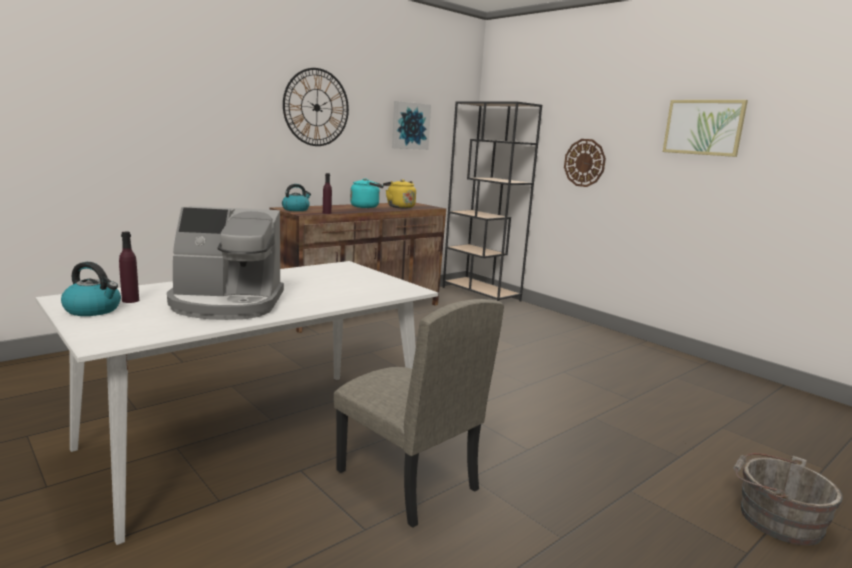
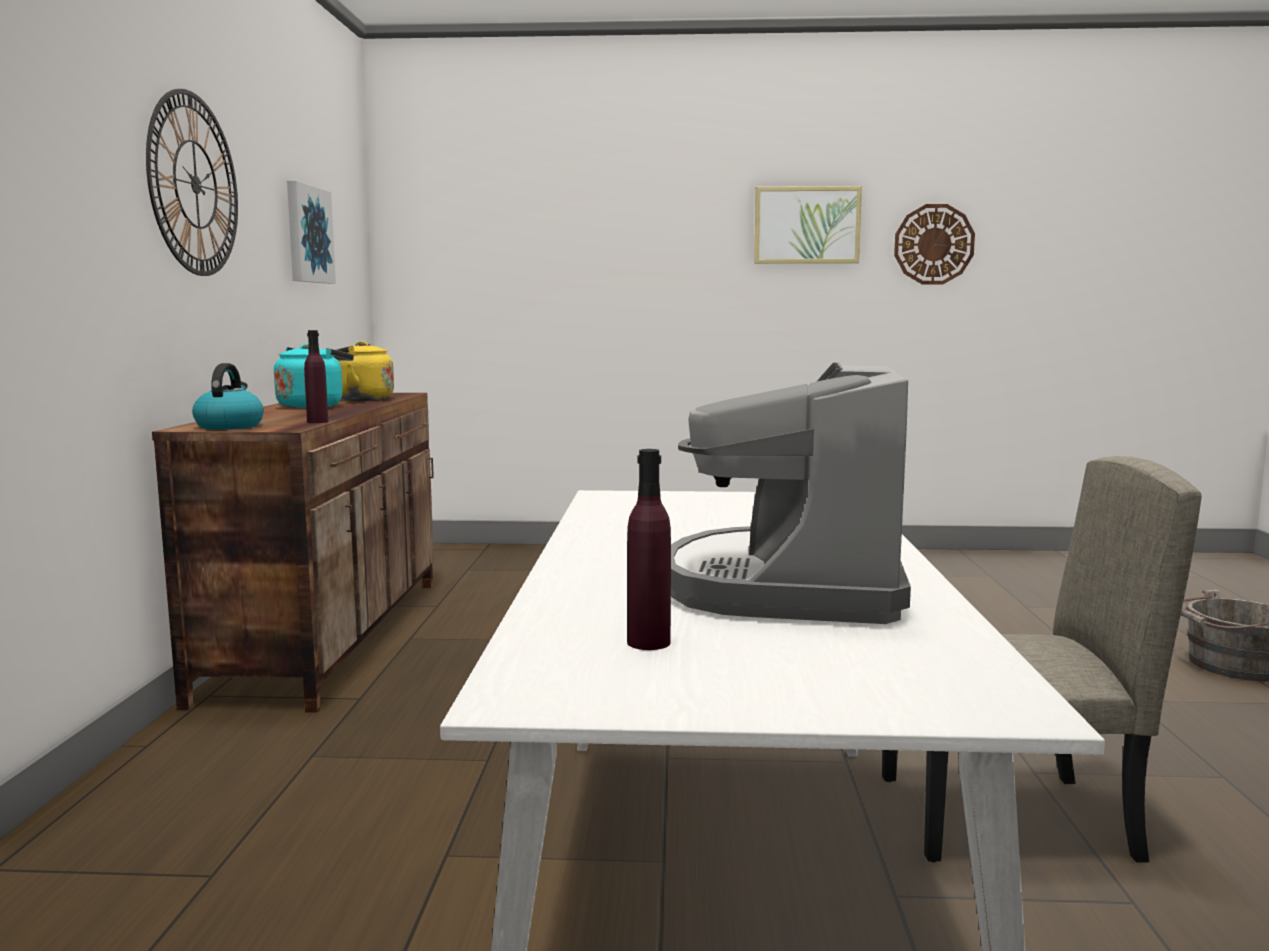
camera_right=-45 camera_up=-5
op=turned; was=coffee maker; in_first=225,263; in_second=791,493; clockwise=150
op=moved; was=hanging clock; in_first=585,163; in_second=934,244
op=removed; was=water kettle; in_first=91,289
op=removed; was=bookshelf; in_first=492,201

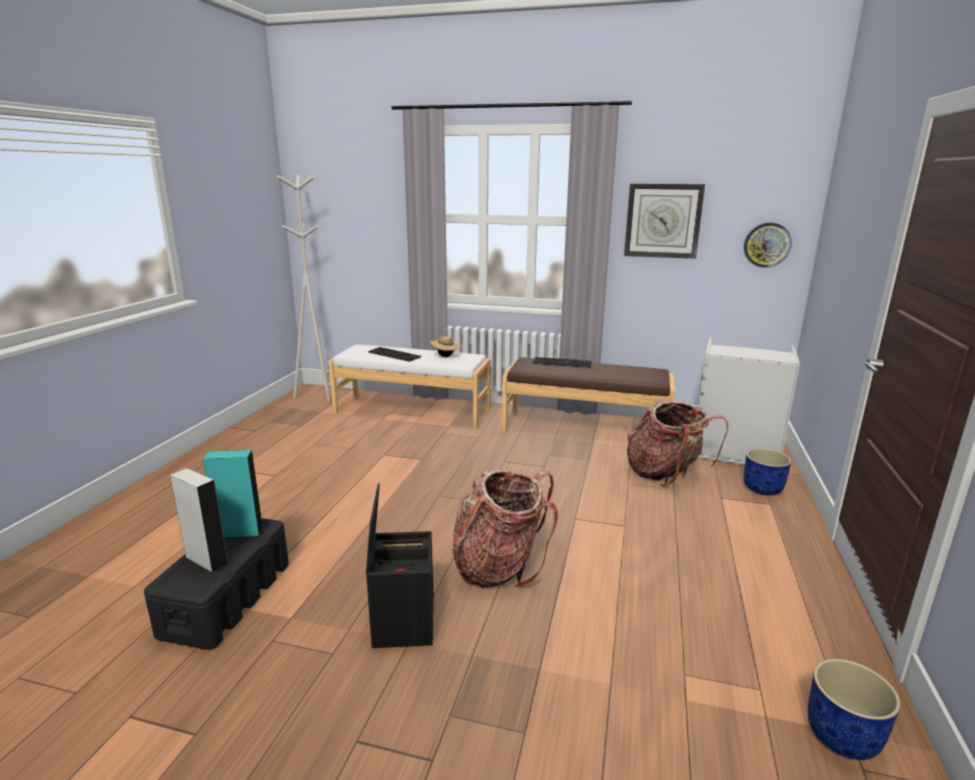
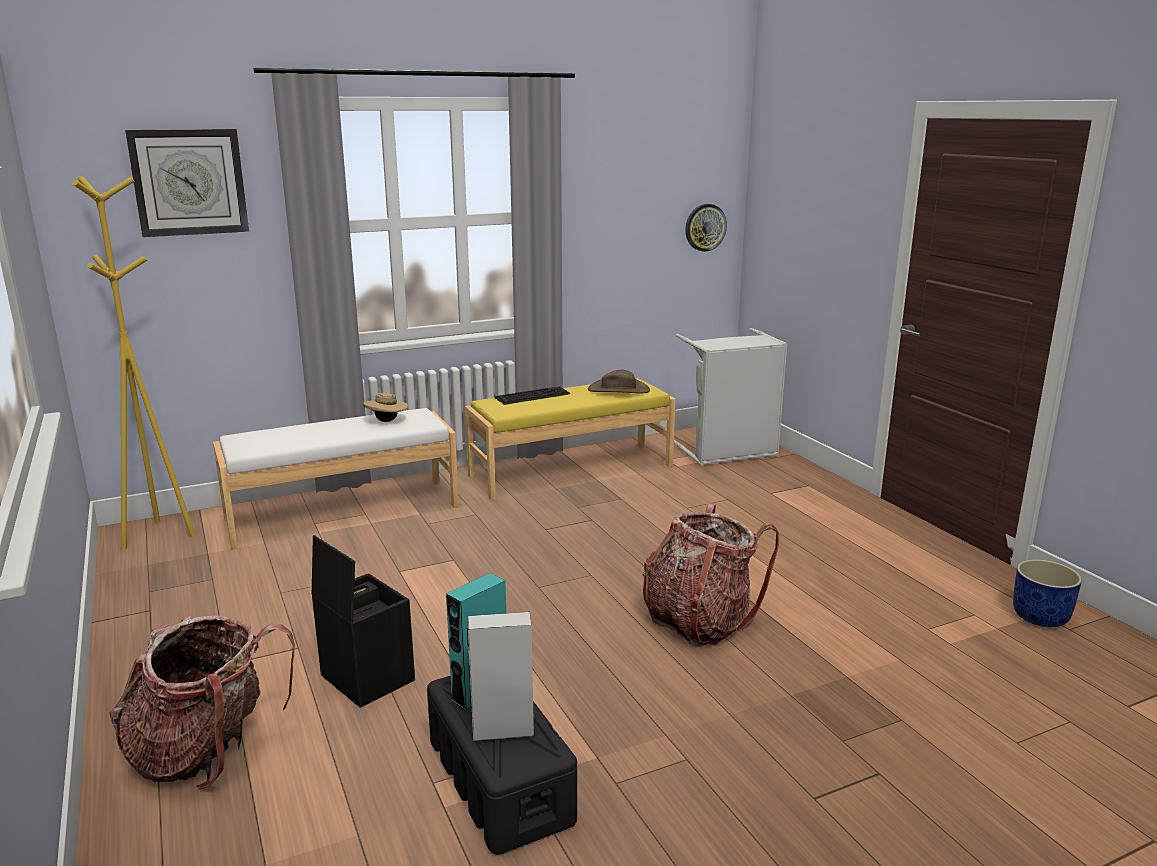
camera_right=-40 camera_up=0
op=recoloured; was=greyish garment stand; now=yellow-coloured garment stand; in_first=304,288; in_second=134,362
op=moved; was=backpack; in_first=677,442; in_second=202,703
op=moved; was=hanging clock; in_first=664,221; in_second=187,183
op=moved; was=blackish storage box; in_first=400,566; in_second=363,621
op=recoloured; was=brown-coloured long seat; now=yellow-coloured long seat; in_first=588,394; in_second=570,439
op=added; now=brown-coloured hat; in_second=619,381
op=removed; was=keyboard; in_first=394,354
op=removed; was=blue flower pot; in_first=767,471

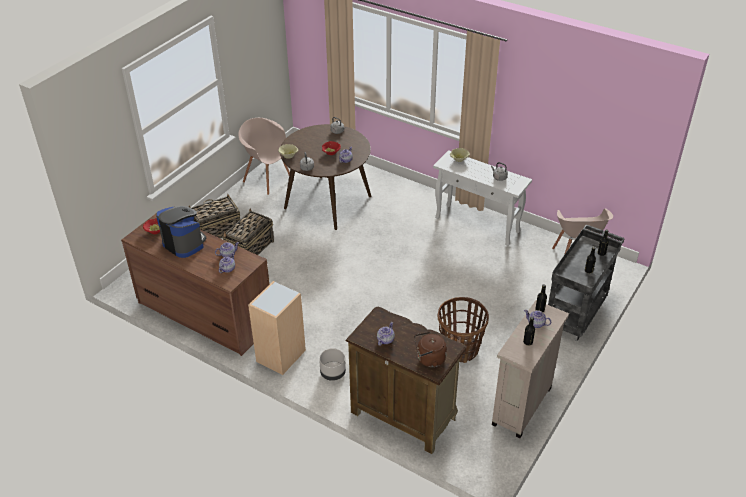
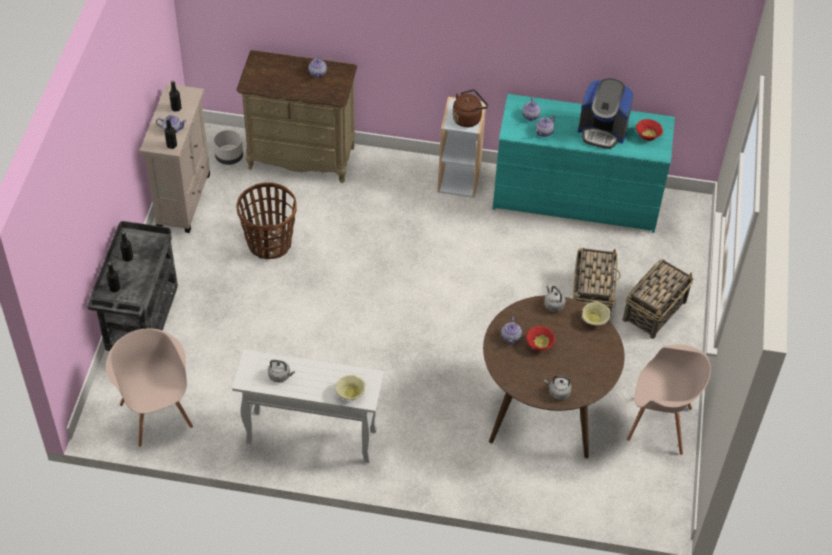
camera_right=155 camera_up=10
op=moved; was=greyish flower pot; in_first=332,364; in_second=228,147
op=moved; was=brown-coloured water kettle; in_first=430,349; in_second=470,108
op=recoloured; was=brown-coloured dresser; now=blue-green dresser; in_first=195,285; in_second=583,163

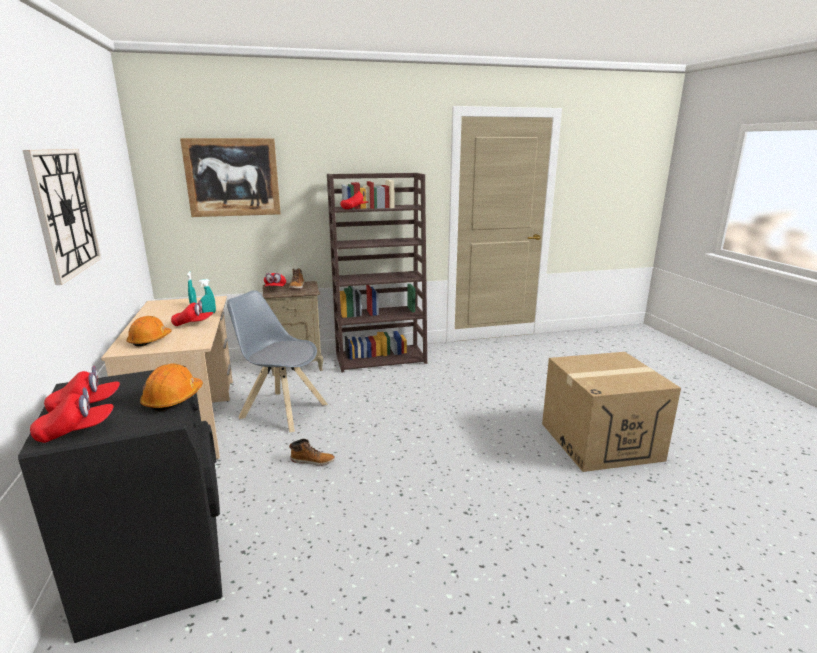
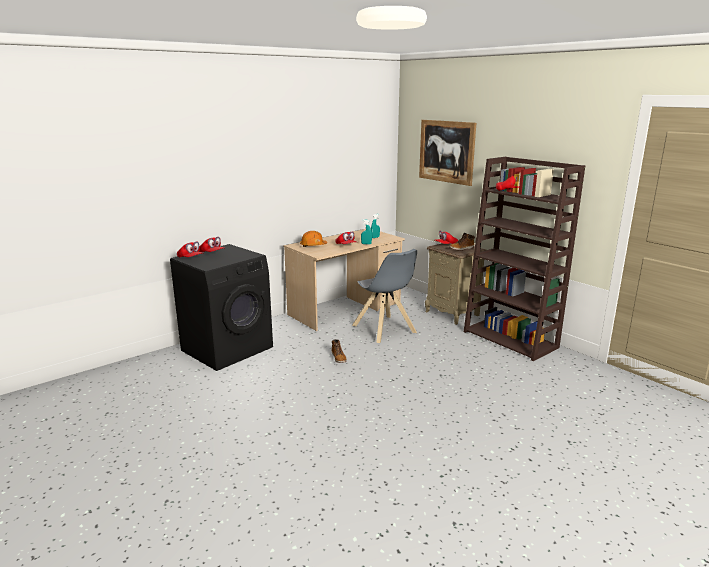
camera_right=65 camera_up=0
op=turned; was=greyish chair; in_first=277,361; in_second=384,296; clockwise=150
op=removed; was=hanging clock; in_first=62,217
op=removed; was=orangey work helmet; in_first=171,387
op=removed; was=cardboard box; in_first=611,412

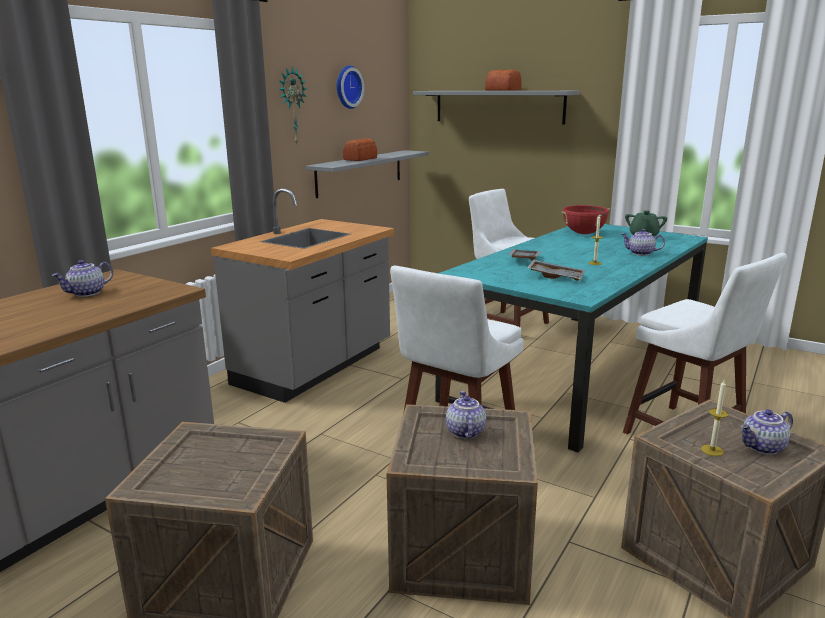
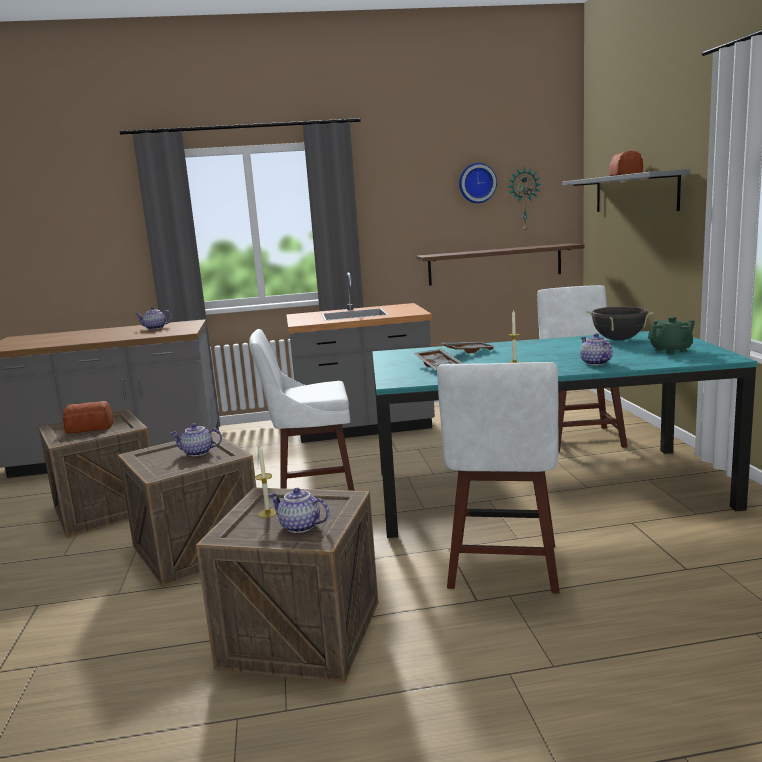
camera_right=50 camera_up=-5
op=moved; was=bread; in_first=360,149; in_second=88,417
op=turned; was=pot for tea; in_first=466,415; in_second=196,439; clockwise=-135
op=recoloured; was=greyish bracket shelf; now=brown-coloured bracket shelf; in_first=367,174; in_second=500,264
op=moved; was=hanging clock; in_first=293,105; in_second=524,199
op=recoloured; was=red-coloured stockpot; now=blackish stockpot; in_first=585,219; in_second=620,324

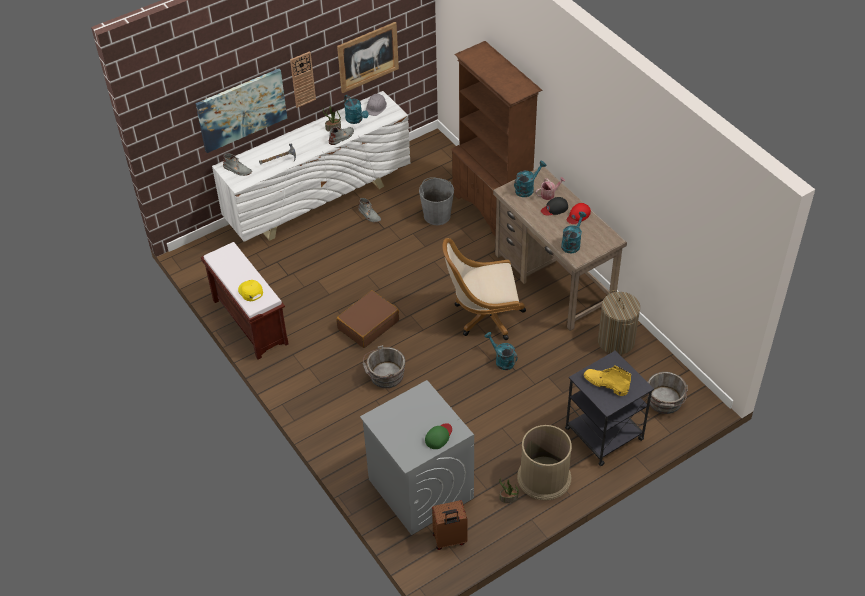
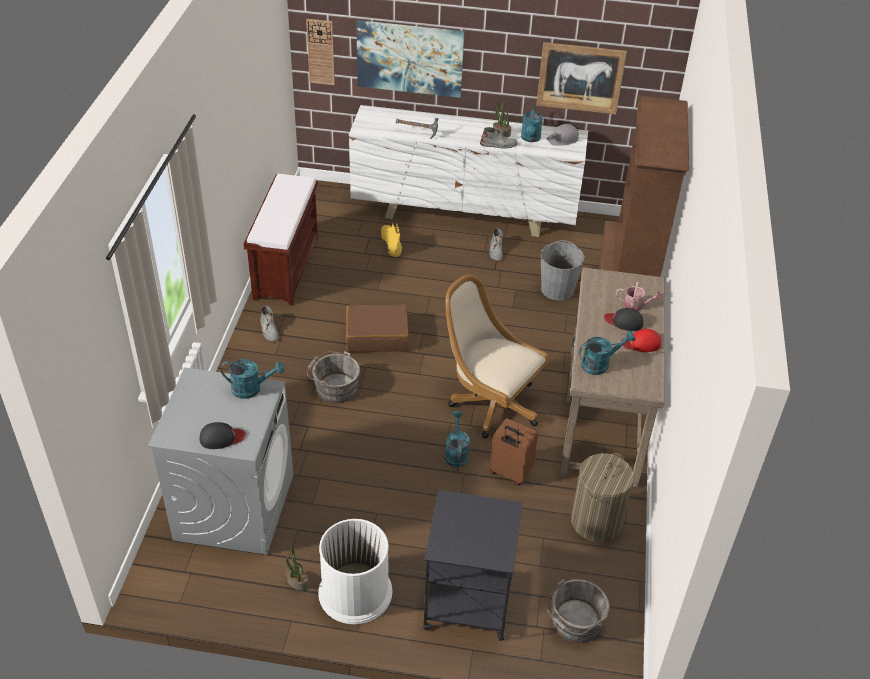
camera_right=40 camera_up=-5
op=recoloured; was=greenish cap; now=blackish cap; in_first=438,436; in_second=223,435
op=moved; was=blue-green sprinkling can; in_first=530,179; in_second=253,379
op=moved; was=greyish tall boot; in_first=237,164; in_second=269,324
op=moved; was=hanging clock; in_first=303,79; in_second=320,52
op=recoloured; was=brown-coloured trash can; now=white trash can; in_first=544,462; in_second=355,571
op=moved; was=yellow-coloured tall boot; in_first=607,380; in_second=391,240
op=moved; was=brown-coloured suitcase; in_first=449,525; in_second=514,451
op=removed; was=yellow-coloured cap; in_first=250,290

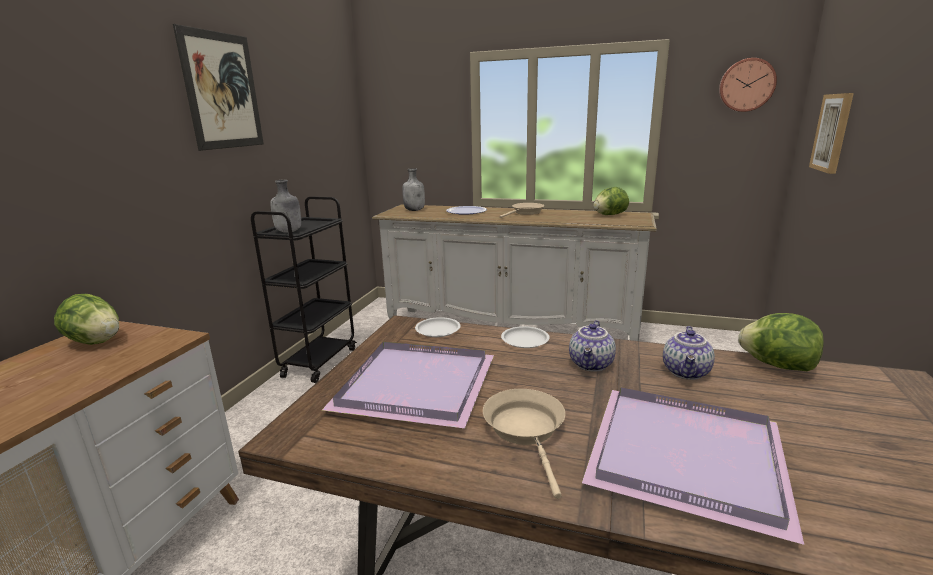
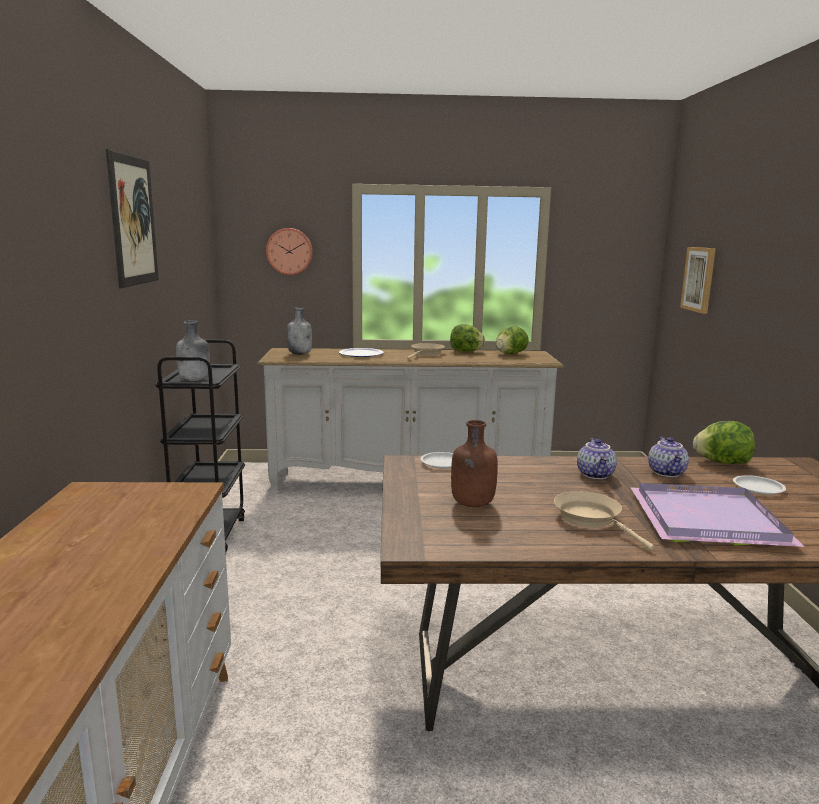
camera_right=-20 camera_up=-5
op=moved; was=hanging clock; in_first=748,85; in_second=289,251
op=moved; was=lettuce; in_first=86,319; in_second=467,338
op=replaced; was=purple tray; now=brown-coloured beverage bottle; in_first=408,385; in_second=474,463
op=moved; was=white dinner plate; in_first=525,337; in_second=759,485

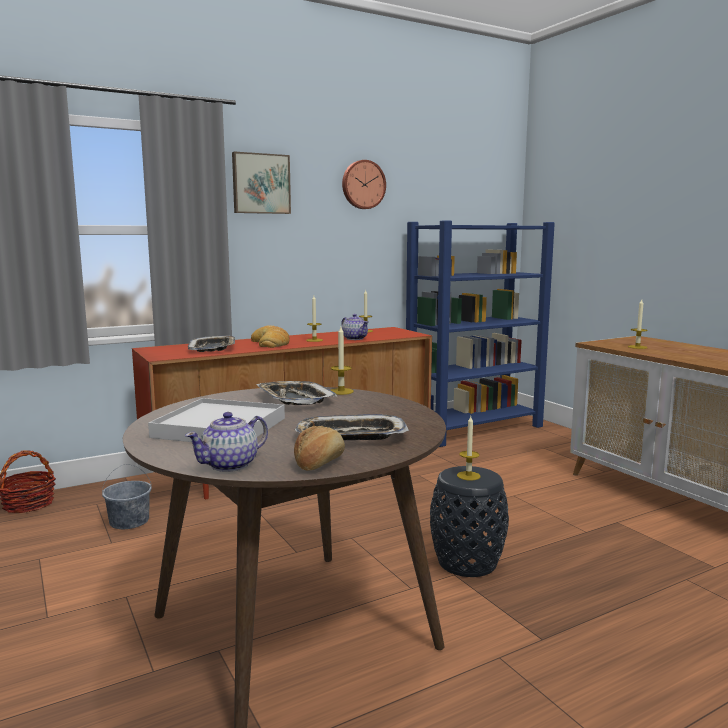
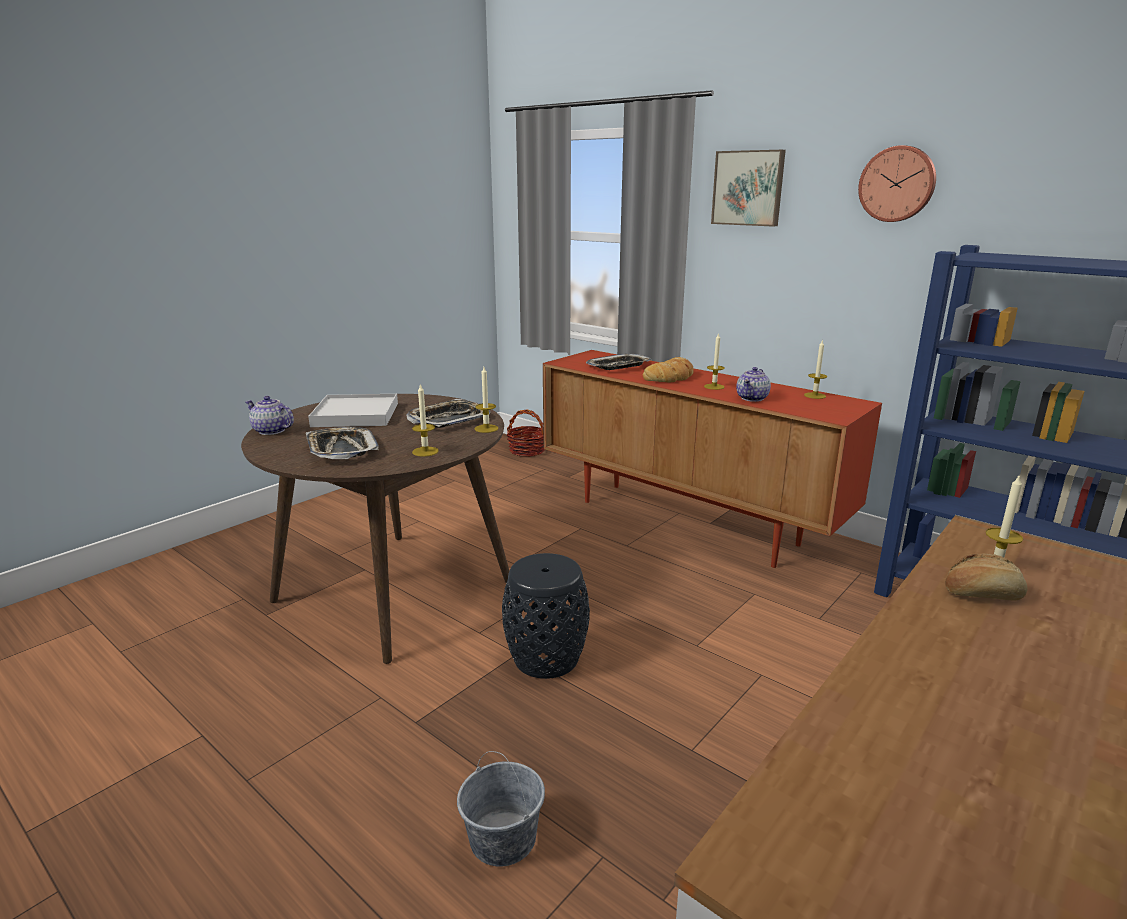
camera_right=70 camera_up=10
op=moved; was=wax light; in_first=468,448; in_second=425,420
op=moved; was=greyish water bucket; in_first=127,496; in_second=501,809
op=moved; was=bread; in_first=319,448; in_second=986,577

